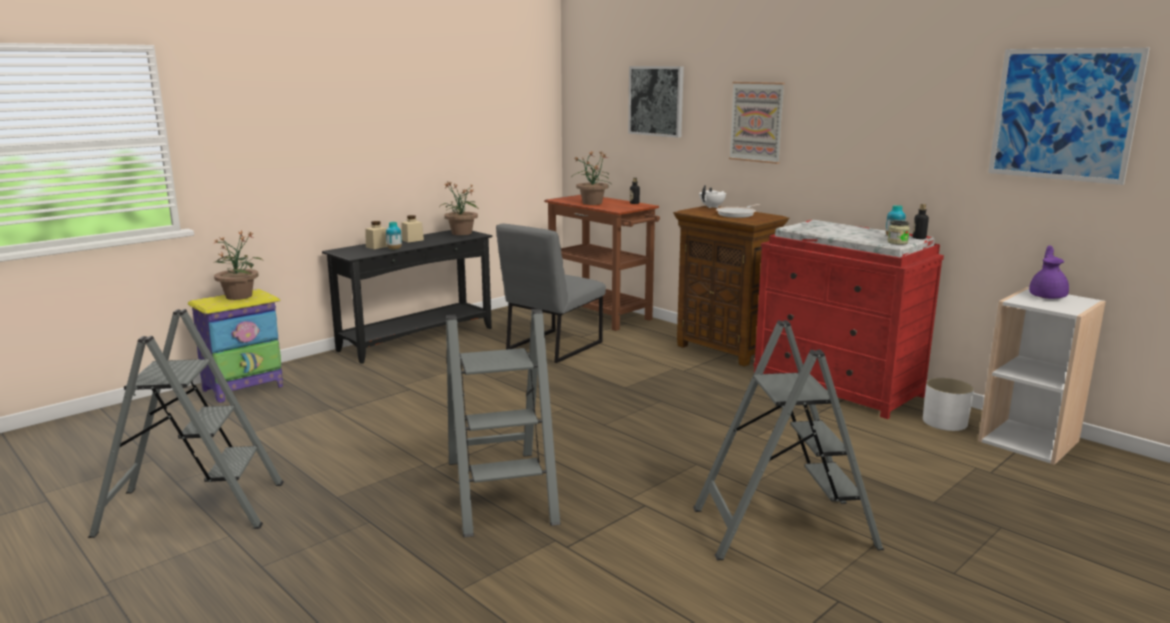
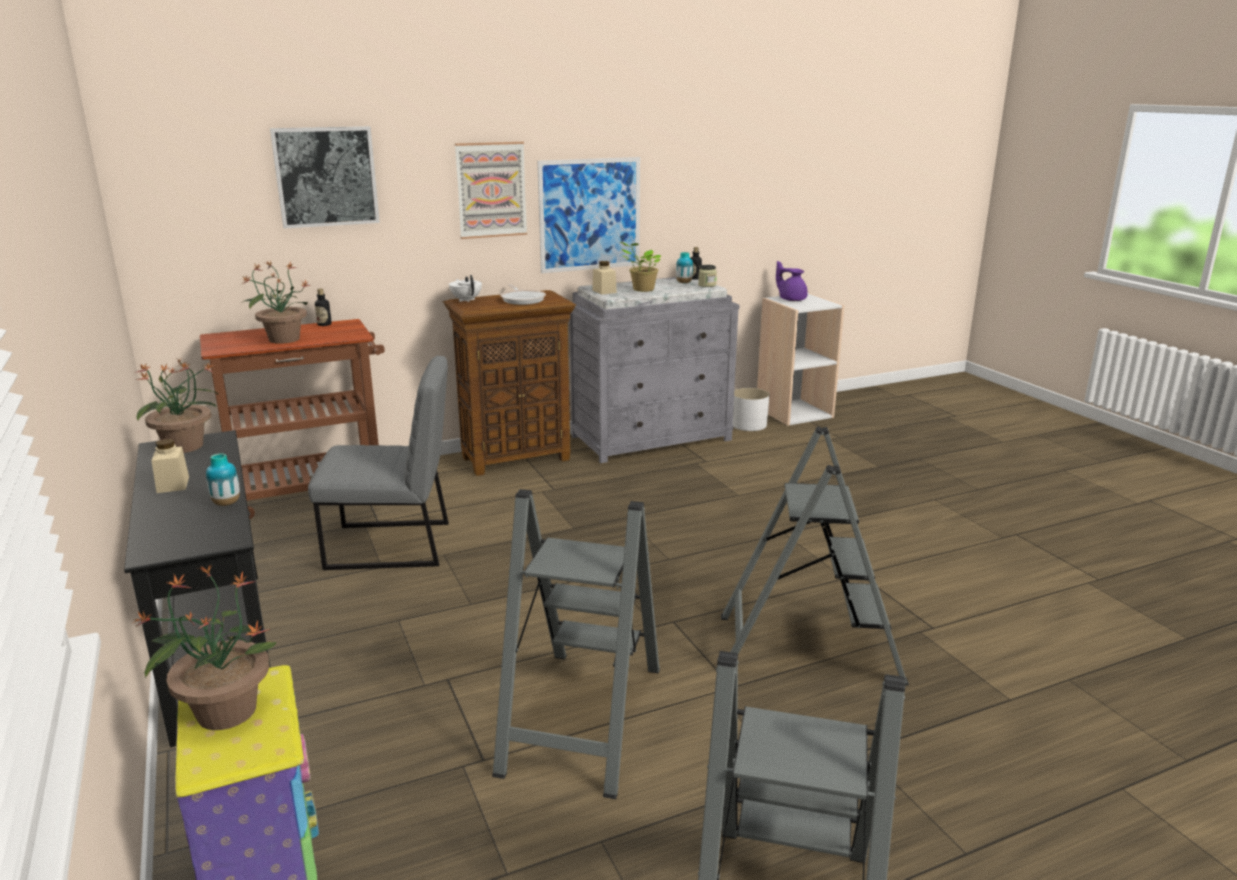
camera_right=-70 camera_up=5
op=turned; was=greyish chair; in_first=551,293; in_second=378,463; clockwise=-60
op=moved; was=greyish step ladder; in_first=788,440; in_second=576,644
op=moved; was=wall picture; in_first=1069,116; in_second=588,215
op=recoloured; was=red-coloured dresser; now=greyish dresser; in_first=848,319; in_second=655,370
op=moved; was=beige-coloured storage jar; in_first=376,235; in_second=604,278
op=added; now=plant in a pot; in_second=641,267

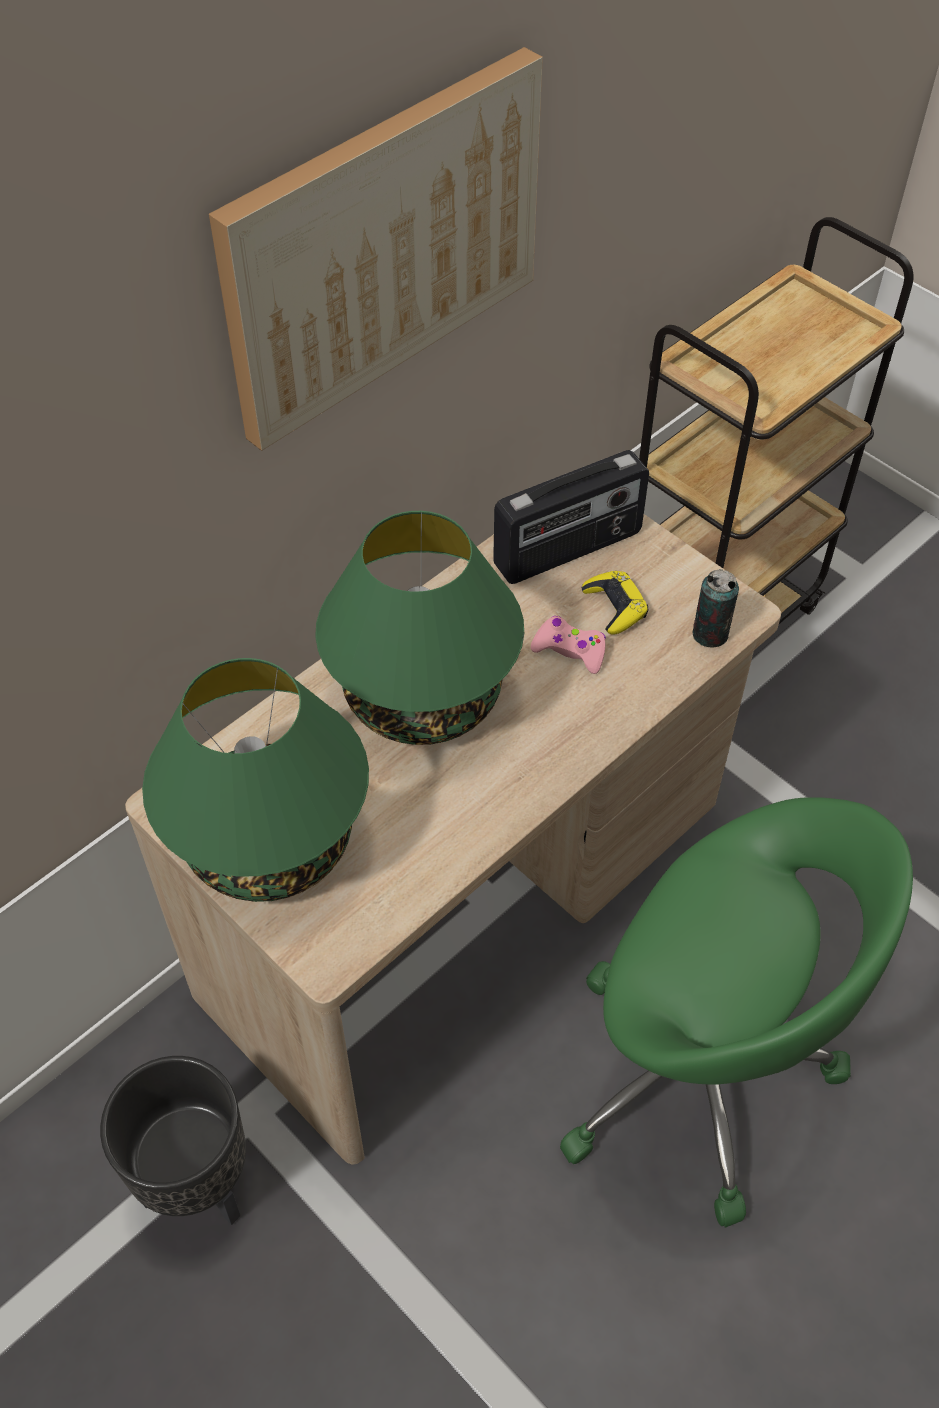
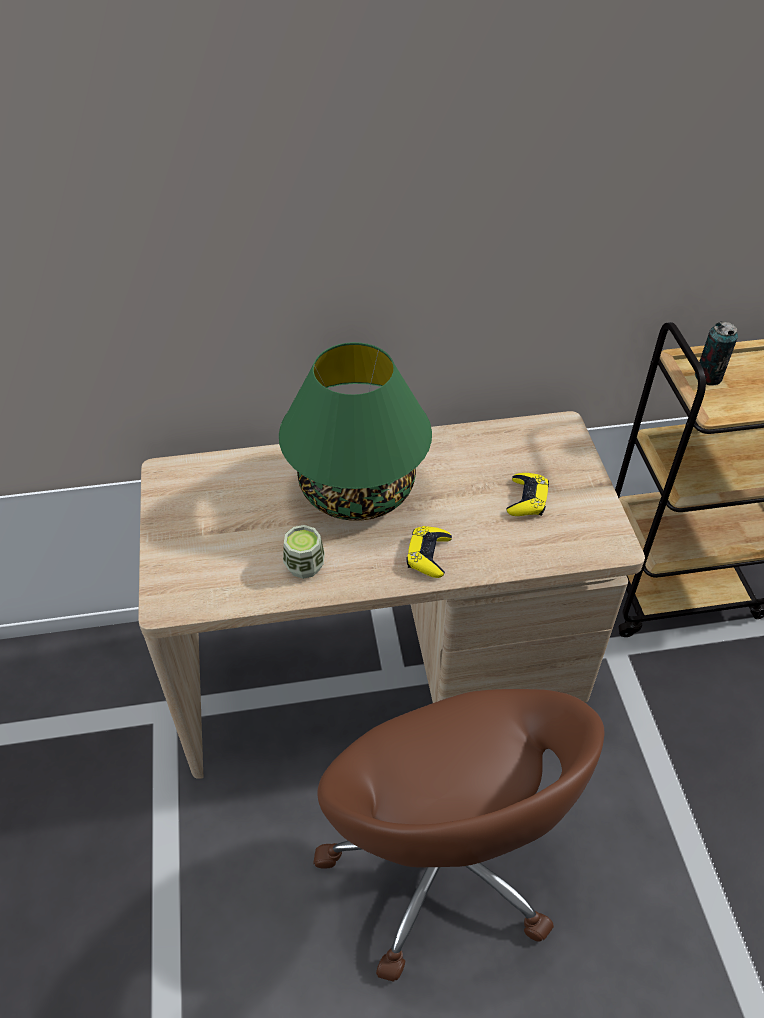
camera_right=35 camera_up=-5
op=added; now=drinking cup; in_second=304,552
op=recoloured; was=greenish office chair; now=brown-coloured office chair; in_first=736,1012; in_second=458,835
op=added; now=yellow-coloured game controller; in_second=429,552
op=moved; was=sealed can; in_first=716,608; in_second=716,353
op=removed; was=blackish flower pot; in_first=173,1140
op=removed; was=greenish lamp for a table; in_first=255,780
op=removed; was=wall picture; in_first=376,249
op=removed; was=radio; in_first=571,517
op=removed; was=pinkish game controller; in_first=568,645

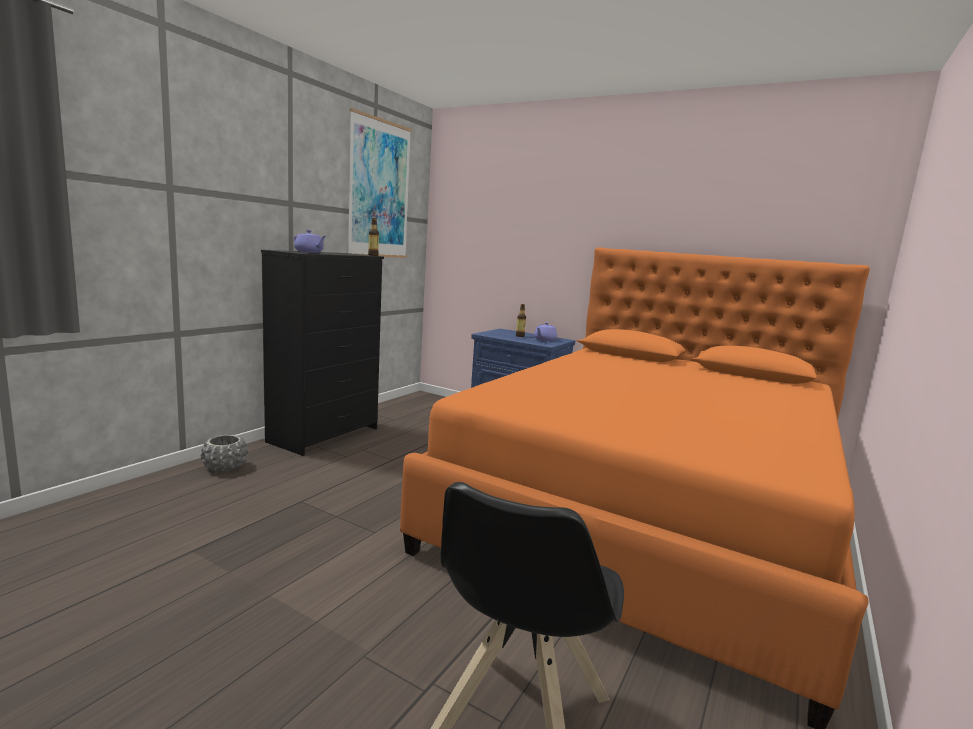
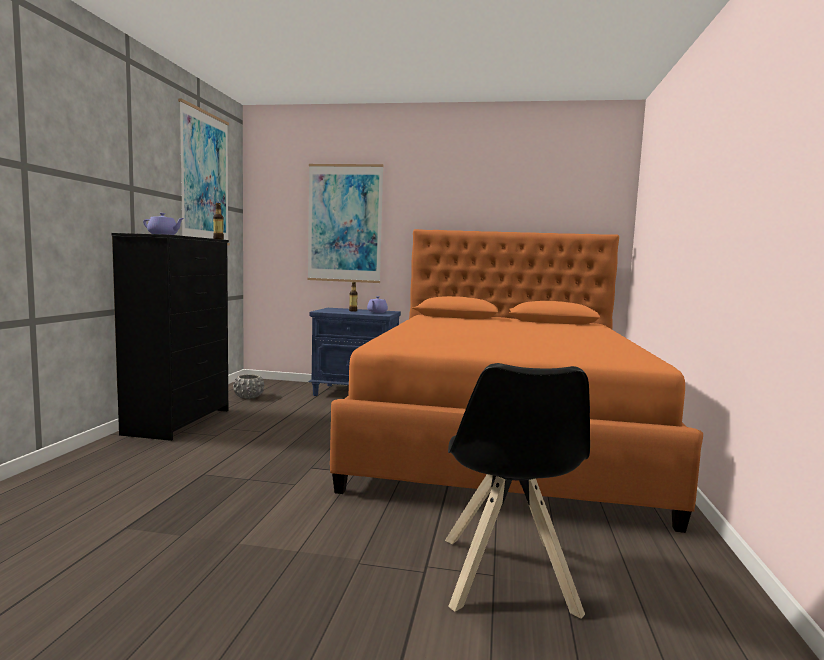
camera_right=-20 camera_up=-5
op=moved; was=greyish flower pot; in_first=224,453; in_second=248,386
op=added; now=wall picture; in_second=345,223

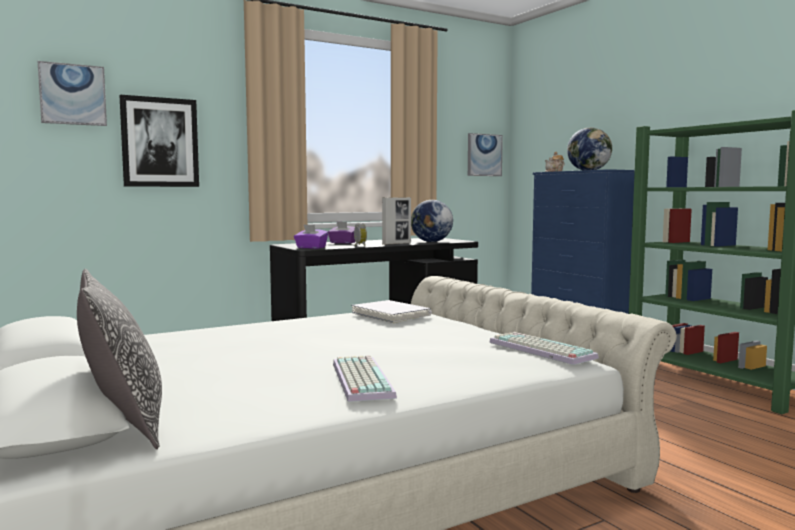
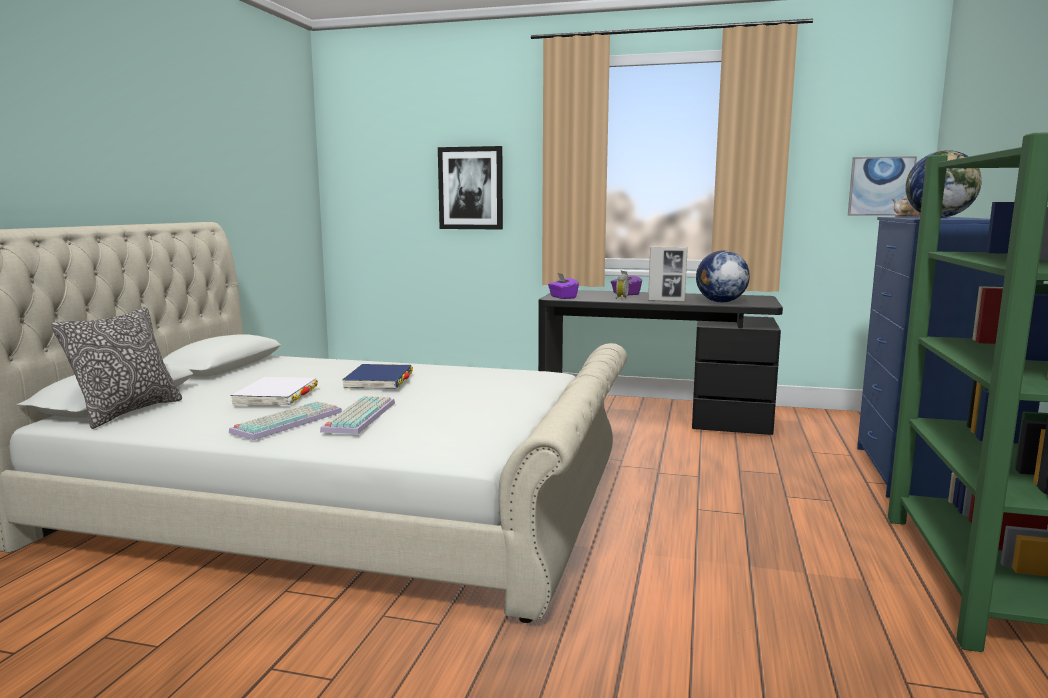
camera_right=45 camera_up=5
op=moved; was=white book; in_first=391,311; in_second=274,391
op=moved; was=keyboard; in_first=544,348; in_second=357,415
op=added; now=blue book; in_second=377,376
op=removed; was=wall picture; in_first=72,93

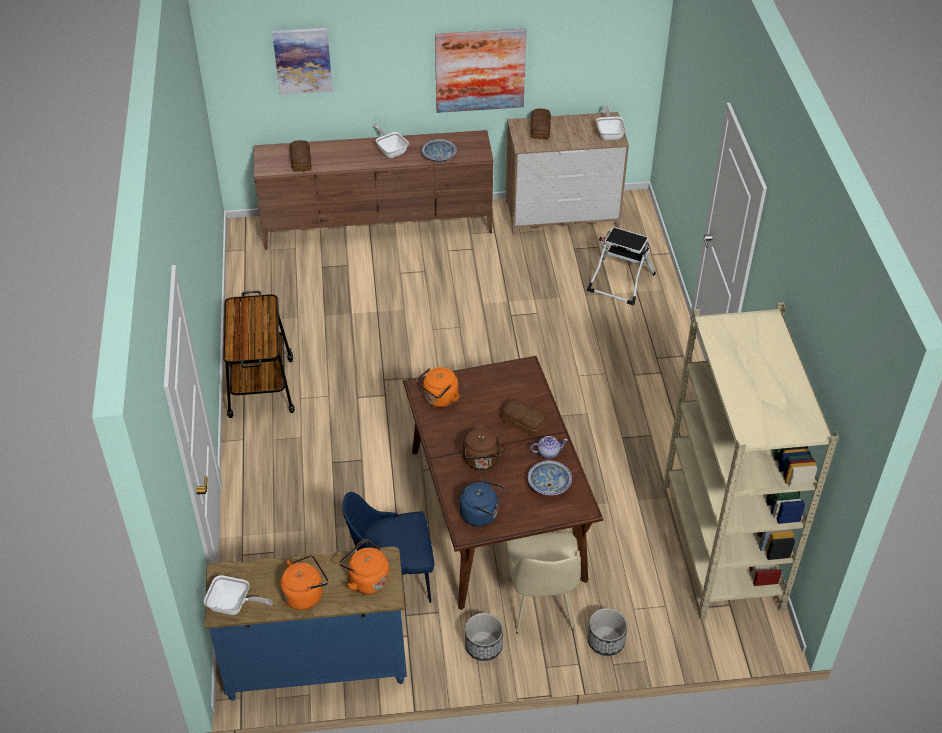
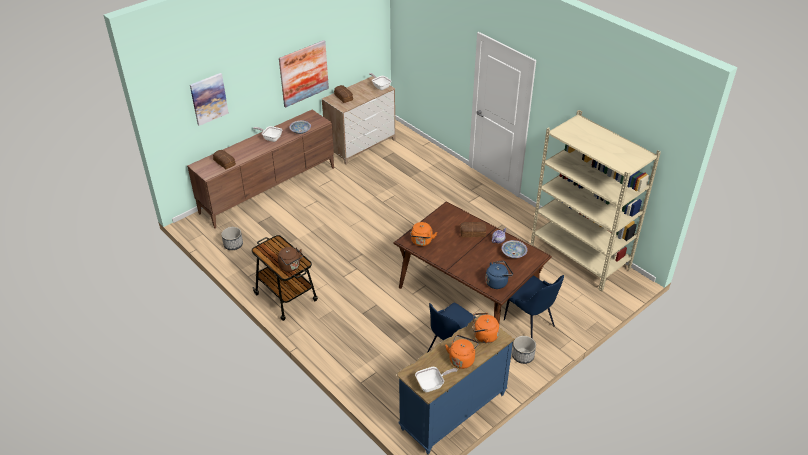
camera_right=-35 camera_up=-5
op=moved; was=flower pot; in_first=607,632; in_second=232,238
op=moved; was=brown-coloured water kettle; in_first=485,449; in_second=290,259
op=recoloured; was=beige-coloured chair; now=blue chair; in_first=543,582; in_second=534,307
op=removed; was=step ladder; in_first=621,266

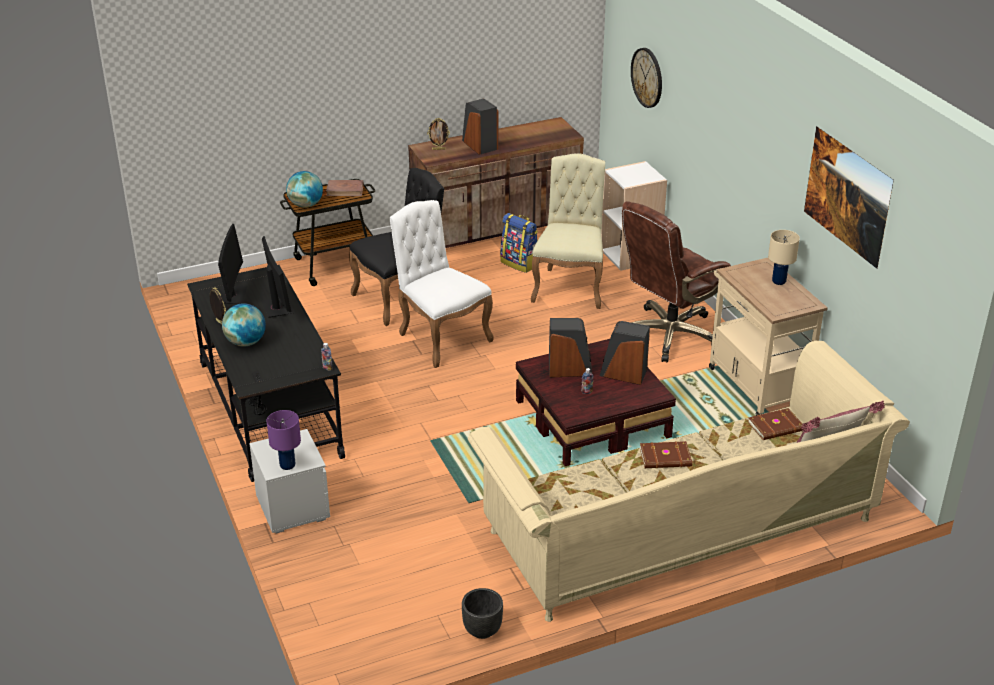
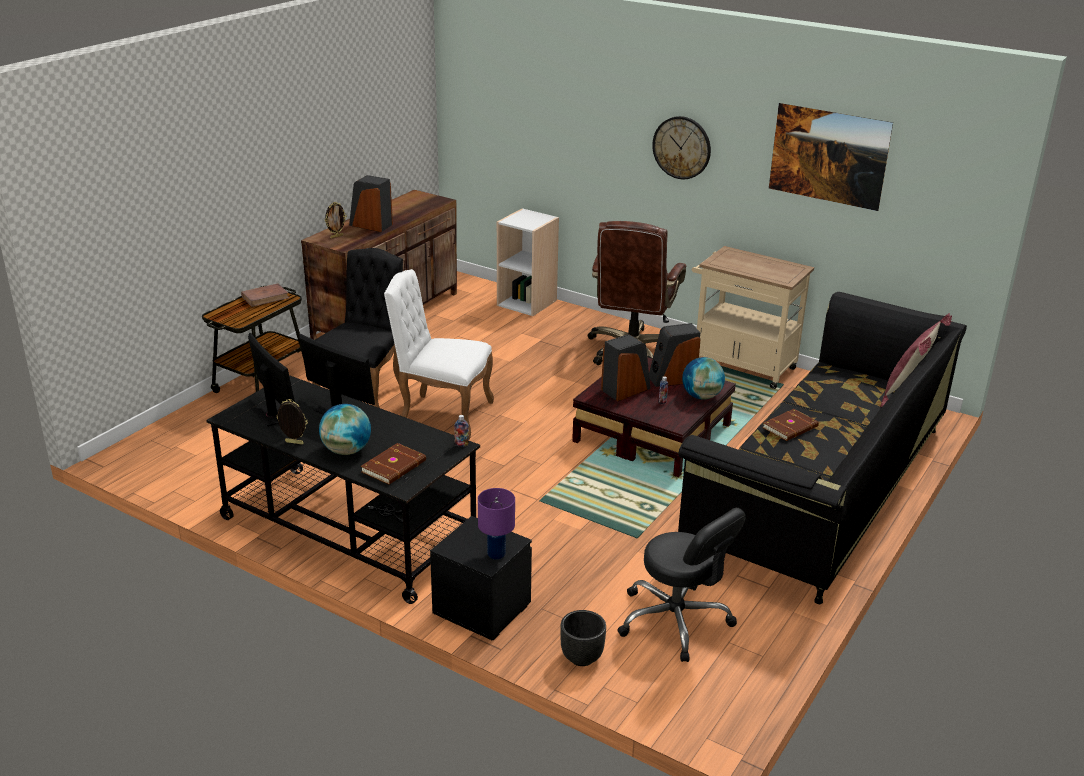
camera_right=-35 camera_up=-5
op=moved; was=brown-coloured book; in_first=775,424; in_second=393,464
op=recoloured; was=white nightstand; now=blackish nightstand; in_first=289,481; in_second=481,578
op=moved; was=blackish flower pot; in_first=482,613; in_second=583,638
op=added; now=blackish office chair; in_second=682,585
op=moved; was=hanging clock; in_first=646,78; in_second=681,147
op=recoloured; was=beige-coloured couch; now=blackish couch; in_first=689,481; in_second=822,448
op=moved; was=globe; in_first=304,189; in_second=703,378
op=removed; was=backpack; in_first=519,243
op=removed; was=beige-coloured chair; in_first=568,231
op=removed; was=beige-coloured lamp for a table; in_first=784,257

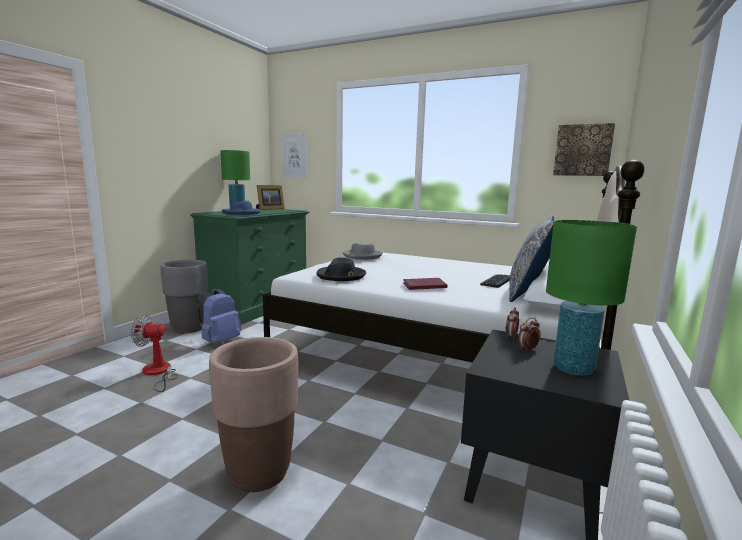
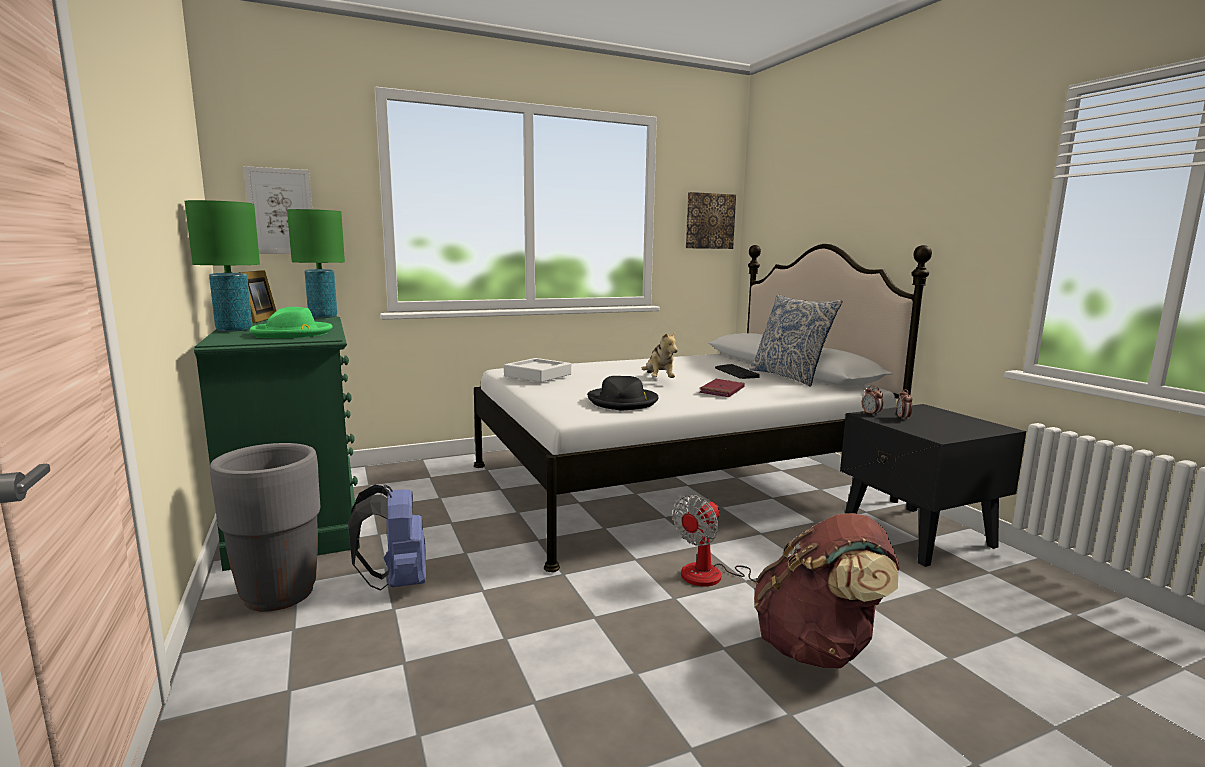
camera_right=-50 camera_up=0
op=recoloured; was=blue hat; now=greenish hat; in_first=241,208; in_second=290,322
op=moved; was=greenish lamp for a table; in_first=591,298; in_second=316,263
op=replaced; was=greyish hat; now=greyish tray; in_first=362,251; in_second=537,370
op=added; now=soft toy; in_second=660,354
op=moved; was=fan; in_first=154,353; in_second=736,540
op=replaced; was=brown-coloured flower pot; now=brown-coloured backpack; in_first=253,414; in_second=827,590

